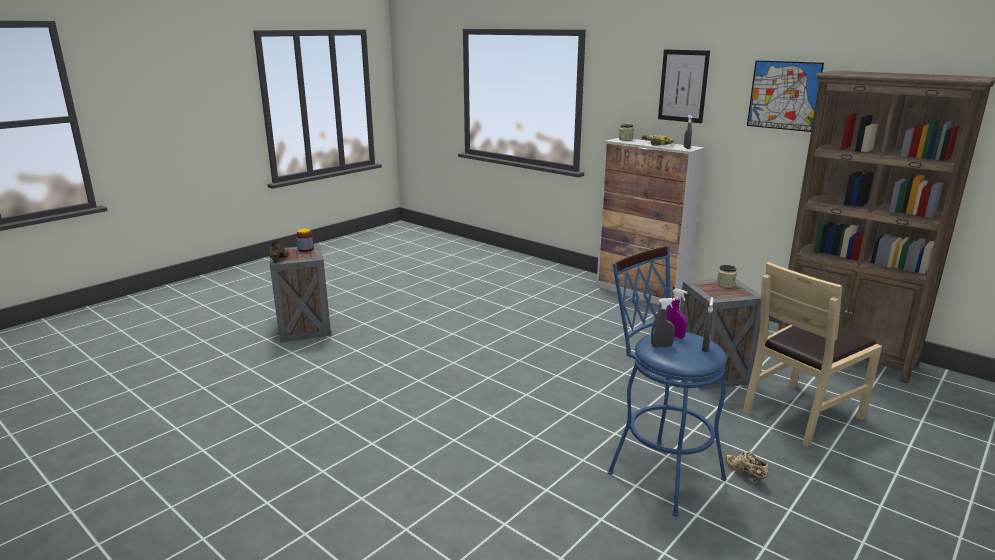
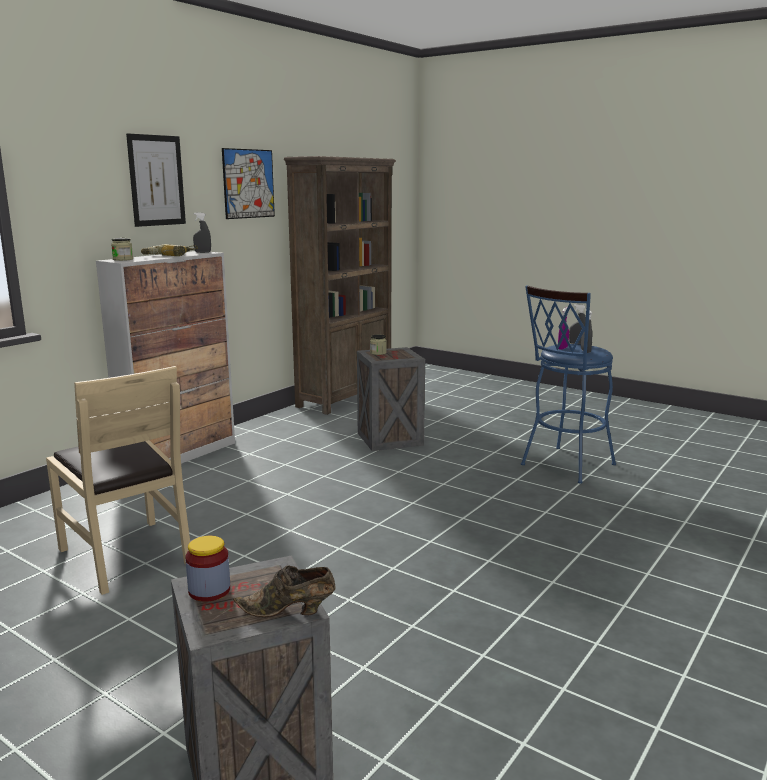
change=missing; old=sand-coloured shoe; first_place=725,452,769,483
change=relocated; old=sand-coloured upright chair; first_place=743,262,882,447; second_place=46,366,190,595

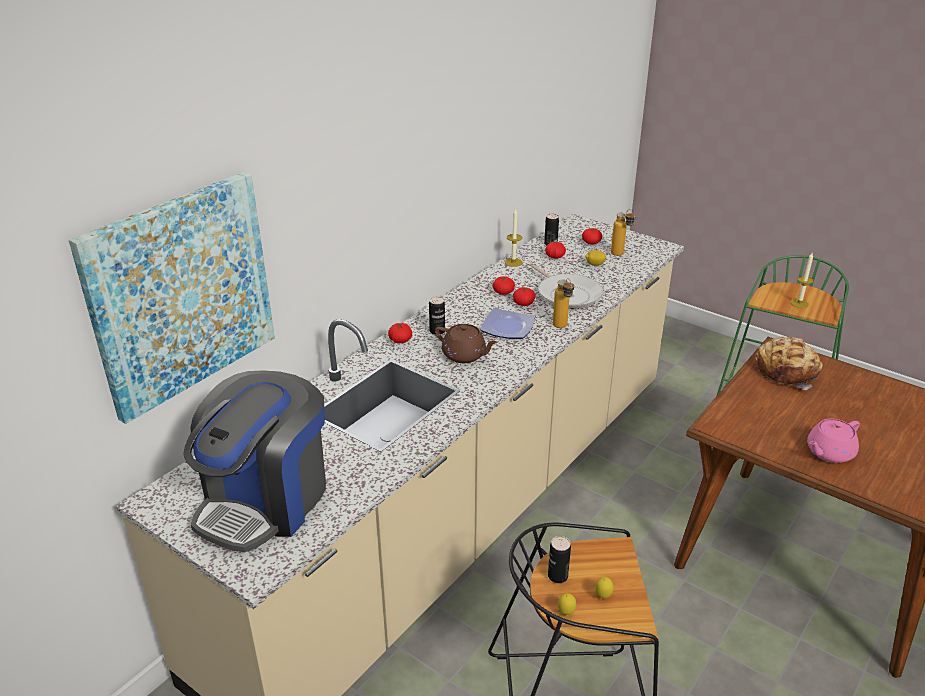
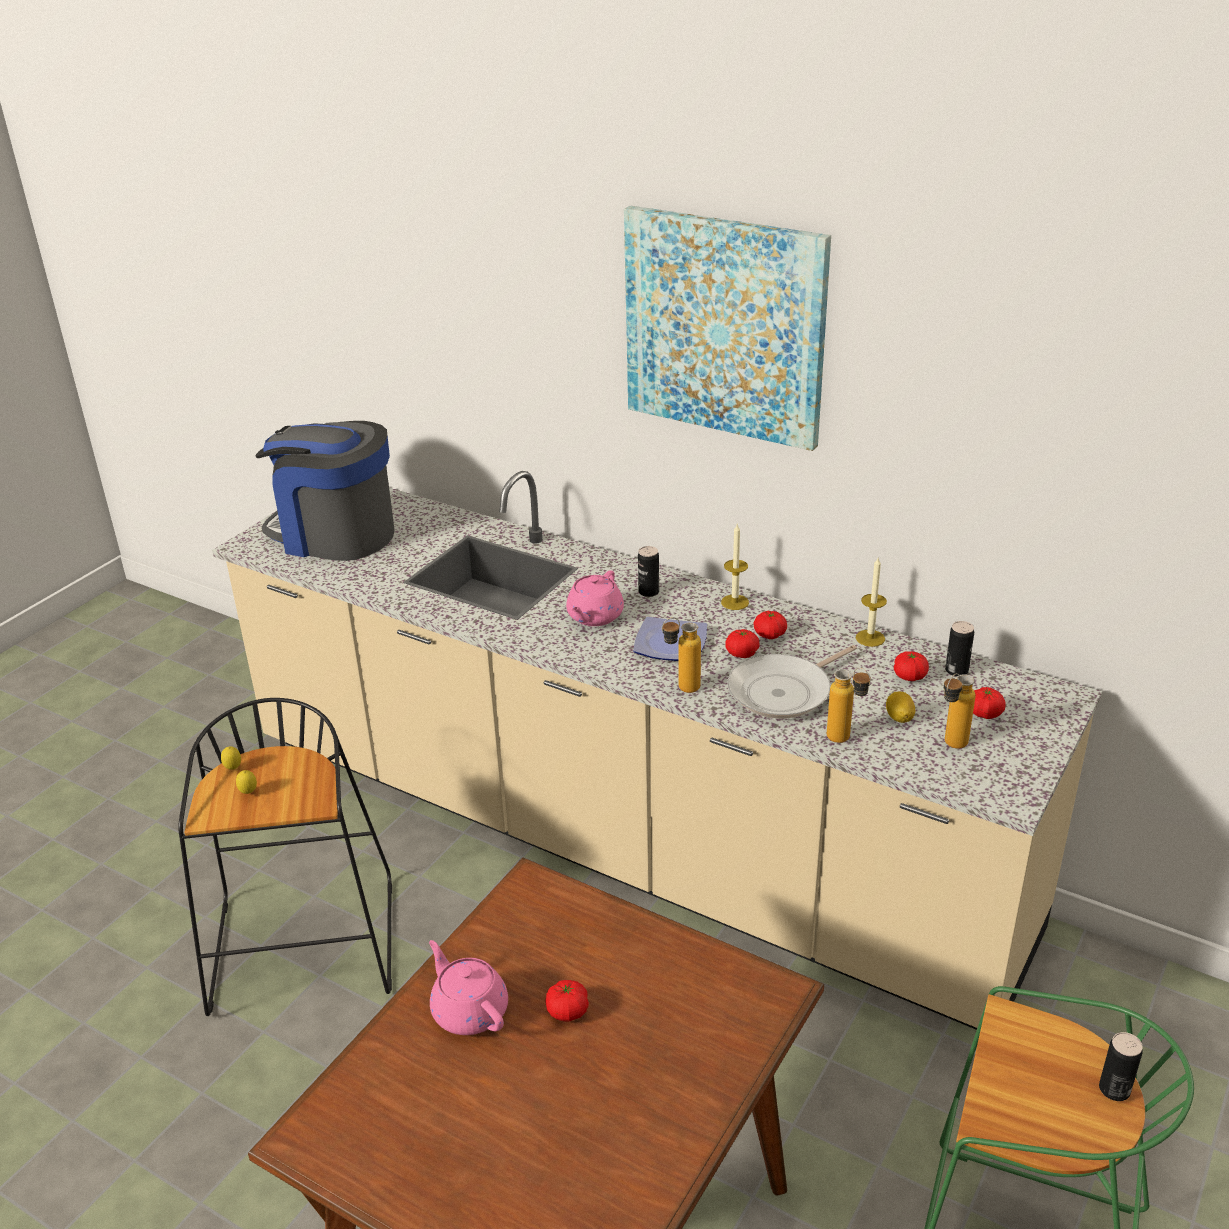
change=relocated; old=wall art; first_place=69,172,275,424; second_place=624,205,831,451
change=relocated; old=whole tomato; first_place=388,323,412,343; second_place=545,980,589,1021
change=colour; old=brown teapot; new=pinkish teapot; first_place=435,324,498,363; second_place=566,570,624,626
change=relocated; old=sealed can; first_place=548,536,571,583; second_place=1099,1032,1143,1101
change=missing; old=baked bread; first_place=755,337,823,390
change=relocated; old=candle; first_place=790,253,813,308; second_place=721,524,749,610
change=appeared; new=drink bottle; second_place=827,668,871,743

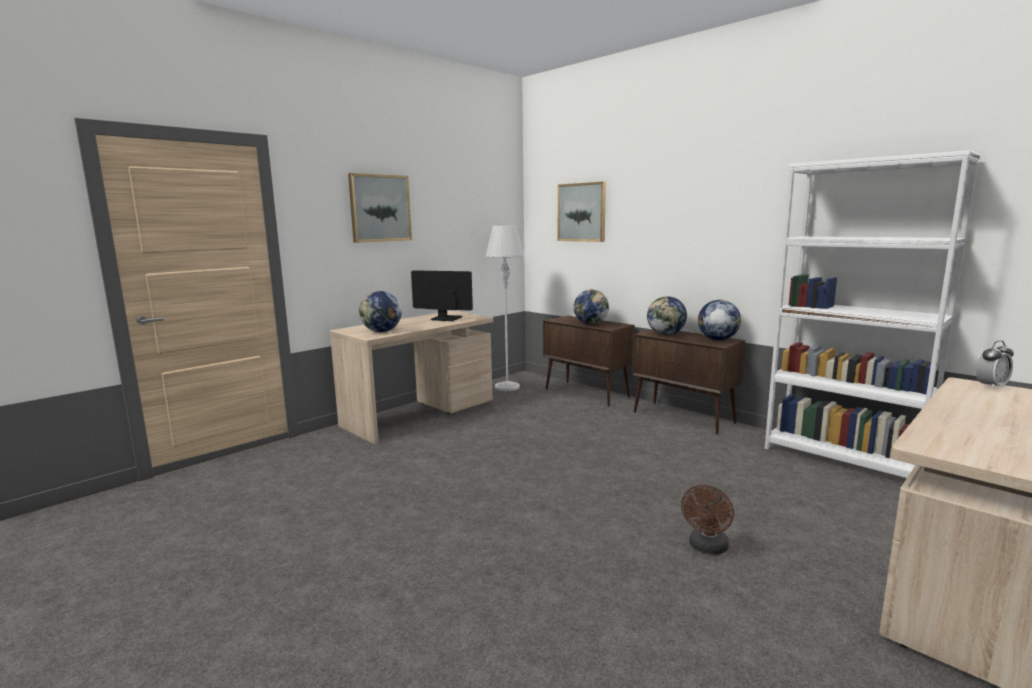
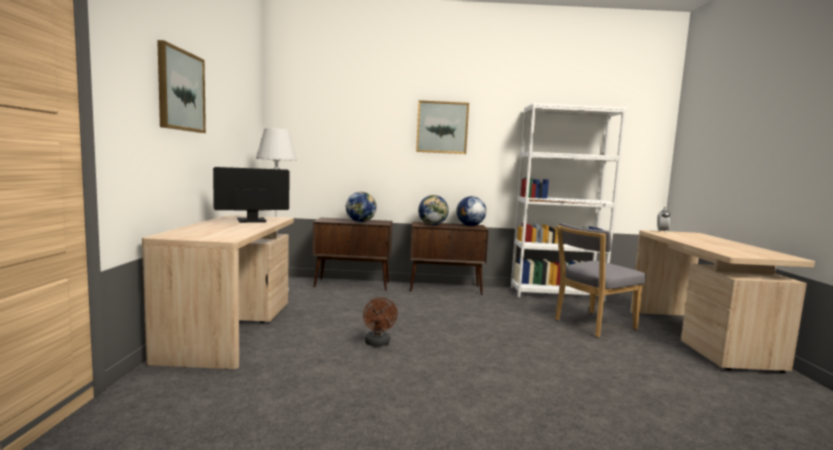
change=missing; old=world globe; first_place=359,291,402,332
change=relocated; old=wall art; first_place=558,182,606,242; second_place=416,100,469,154
change=relocated; old=brown cooling fan; first_place=681,484,734,555; second_place=363,297,398,346
change=appeared; new=greyish upright chair; second_place=555,223,646,338

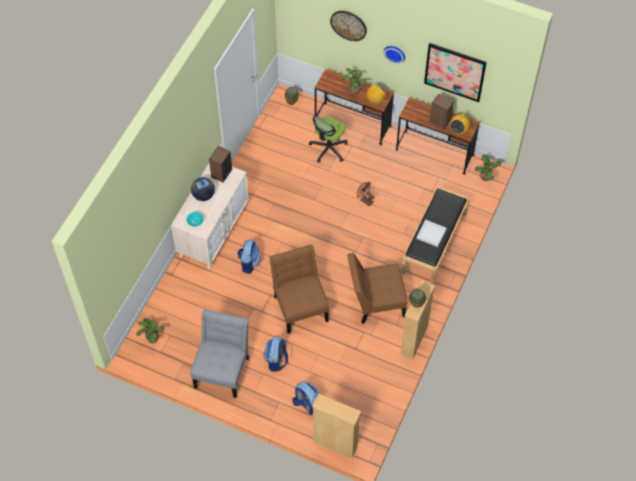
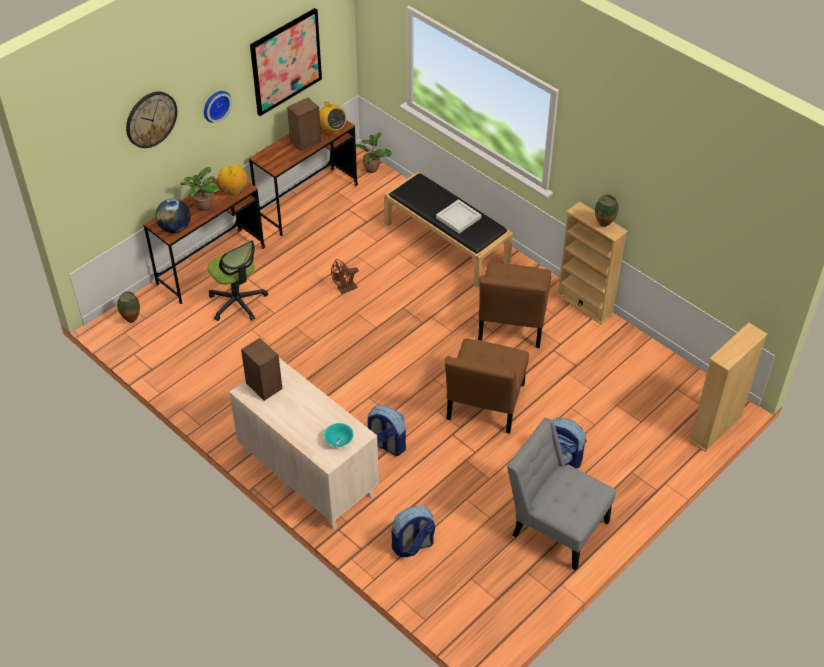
change=missing; old=plant in a pot; first_place=136,318,165,343
change=relocated; old=world globe; first_place=191,177,215,201; second_place=155,198,191,233
change=spun; old=brown upright chair; first_place=269,244,329,334; second_place=445,339,529,434; degrees=-75
change=relocated; old=knapsack; first_place=292,381,319,415; second_place=392,506,435,557

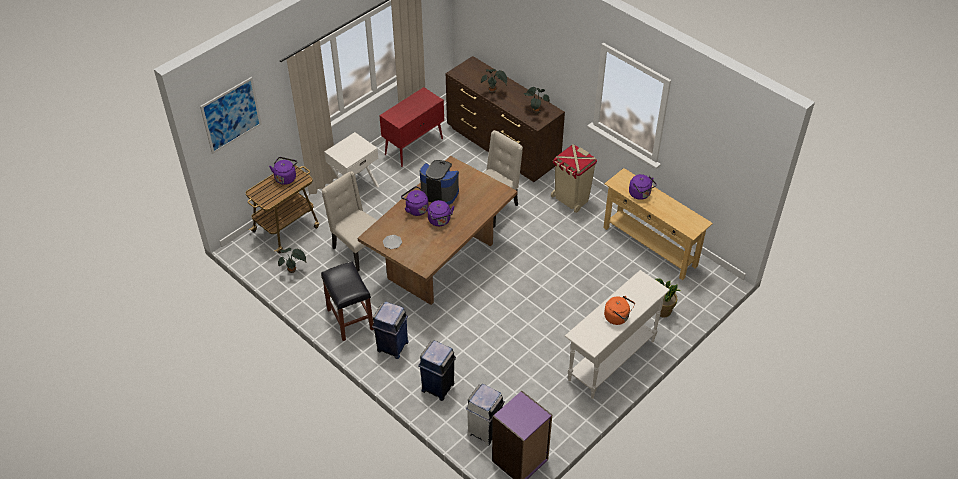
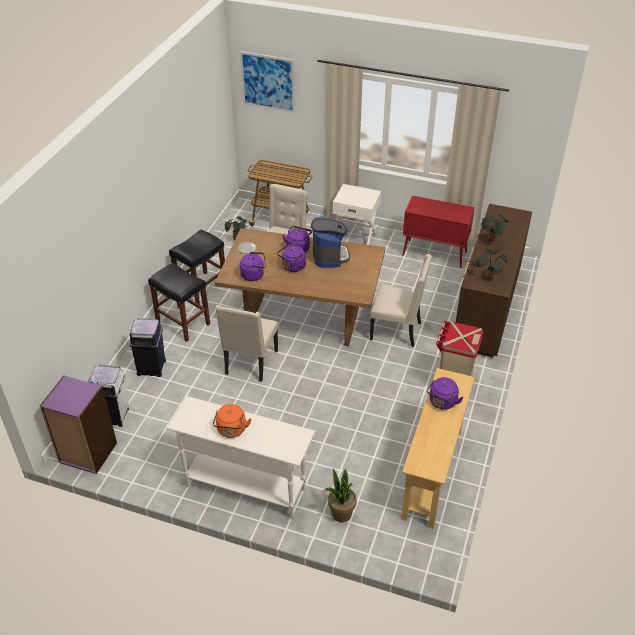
change=relocated; old=purple tea kettle; first_place=269,157,298,185; second_place=240,252,266,281
change=exchanged; old=bluish waste bin; new=blackish sitting stool; first_place=372,301,409,359; second_place=148,263,210,342
change=appeared; new=sand-coloured upright chair; second_place=215,304,278,382

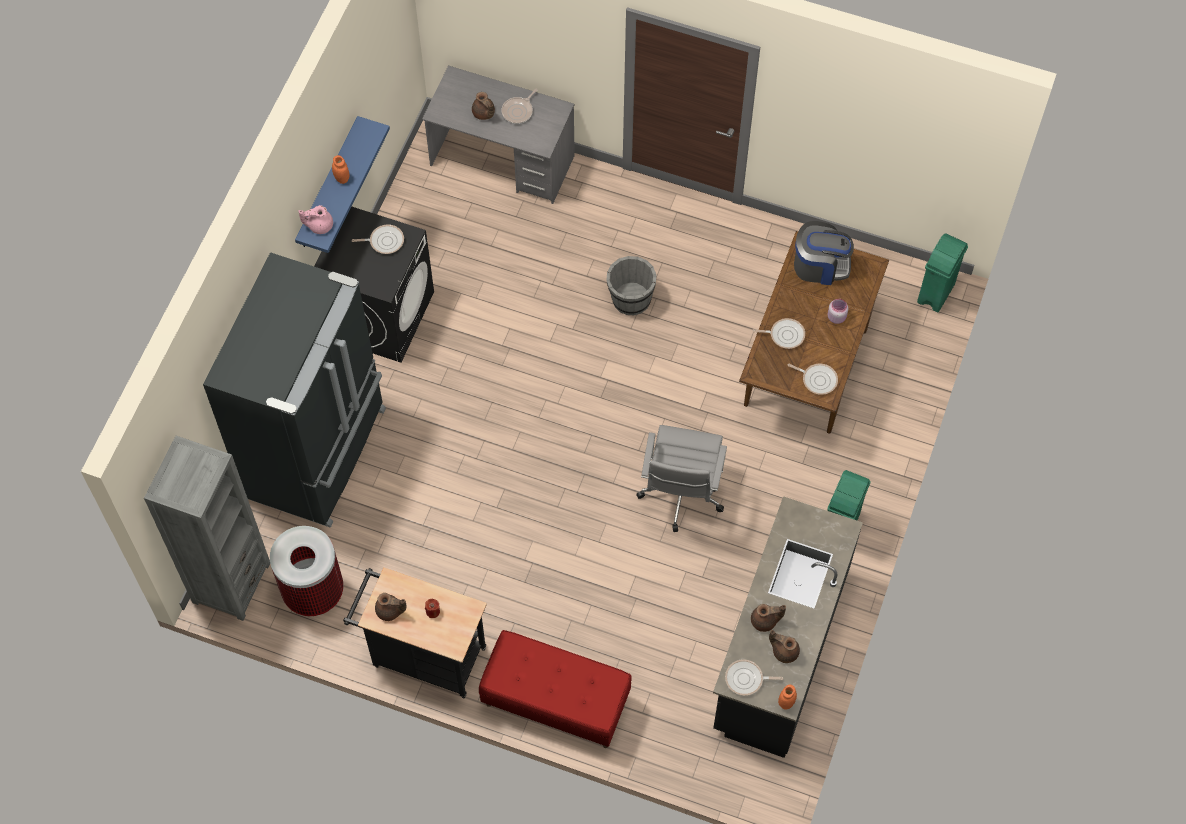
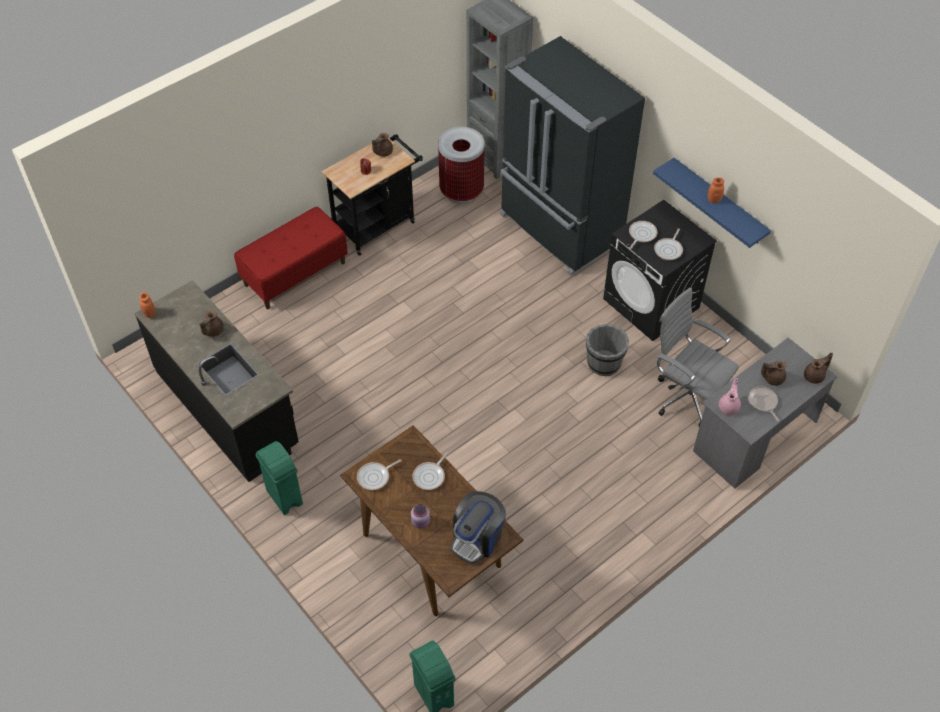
change=relocated; old=pinkish teapot; first_place=299,205,333,234; second_place=719,378,741,415
change=relocated; old=greyish pail; first_place=606,256,656,315; second_place=586,324,629,376
change=relocated; old=greyish computer chair; first_place=636,425,727,532; second_place=657,287,739,427
change=relocated; old=frying pan; first_place=725,659,783,696; second_place=629,221,657,249
change=relocated; old=brown teapot; first_place=769,630,800,663; second_place=804,353,833,384

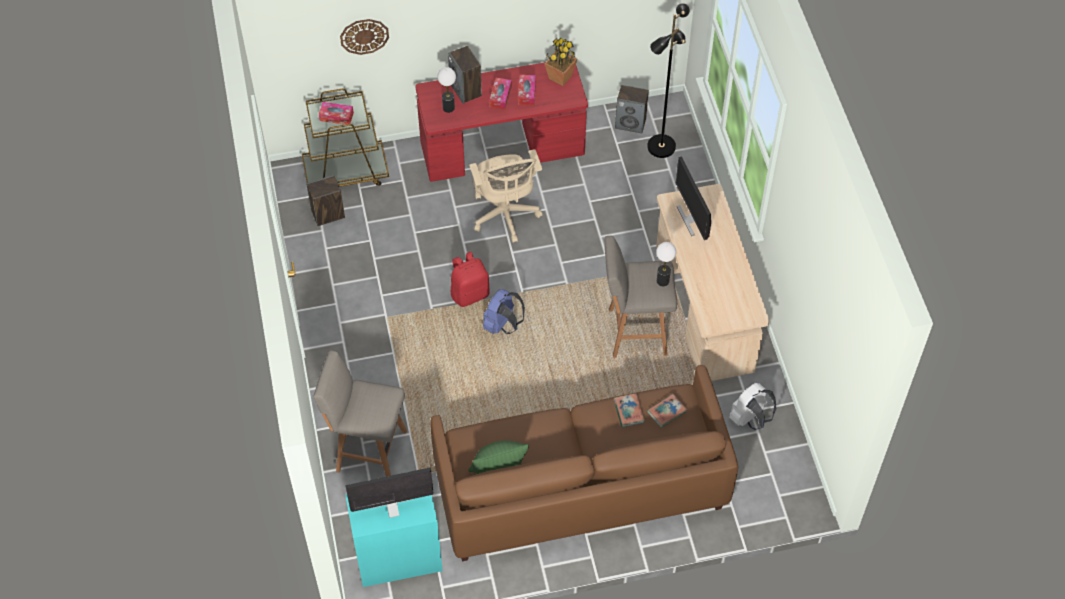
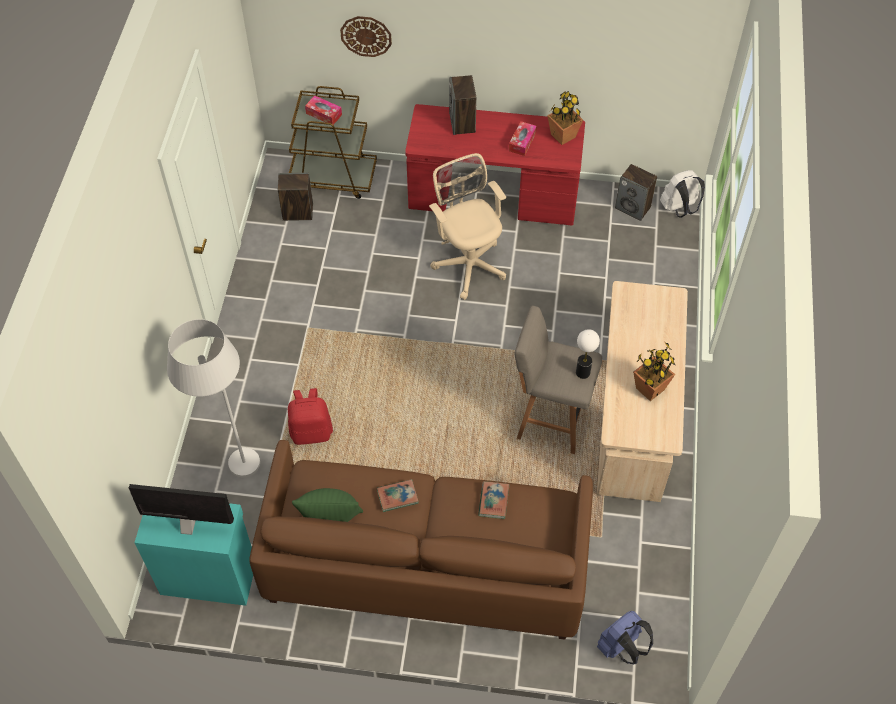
change=exchanged; old=greyish sitting stool; new=whitish floor lamp; first_place=313,350,407,477; second_place=167,319,260,477
change=missing; old=table lamp; first_place=438,67,456,113
change=relocated; old=reddish knapsack; first_place=450,251,490,307; second_place=288,388,333,445
change=spun; old=sand-coloured computer chair; first_place=469,149,543,243; second_place=429,153,506,300; degrees=150
change=relocated; old=bluish knapsack; first_place=483,289,525,334; second_place=597,611,653,664
change=missing; old=tissue box; first_place=489,78,512,110
change=missing; old=blackish floor lamp; first_place=647,3,690,158
change=relocated; old=book; first_place=647,394,687,428; second_place=377,479,419,512
change=missing; old=monitor; first_place=676,157,711,240
change=relocated; old=whitish knapsack; first_place=729,383,776,430; second_place=660,170,705,218
change=appeared; new=plant in a pot; second_place=633,343,675,401

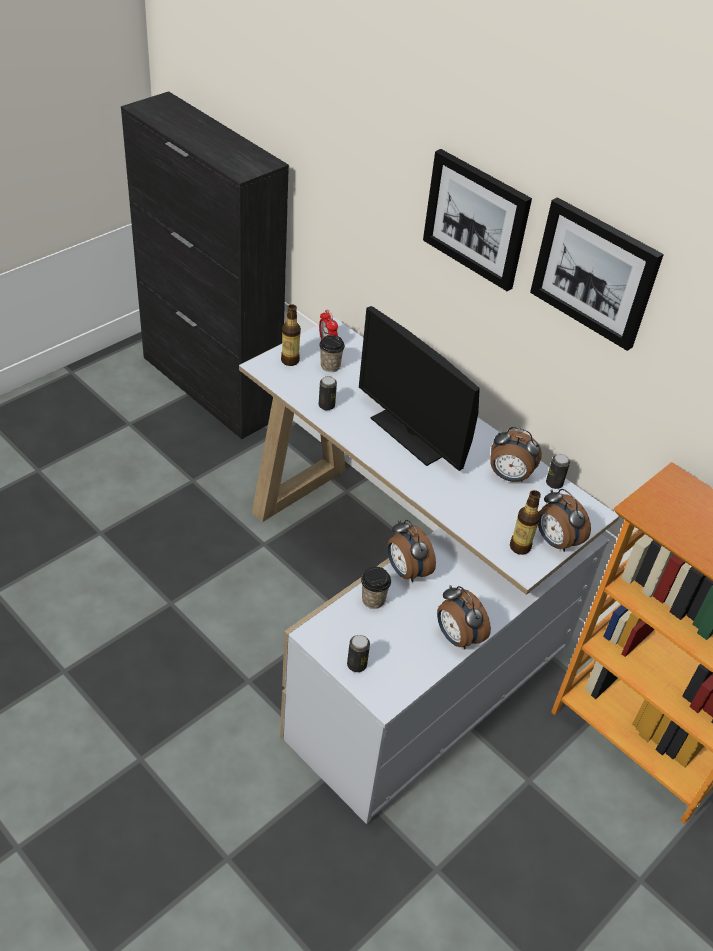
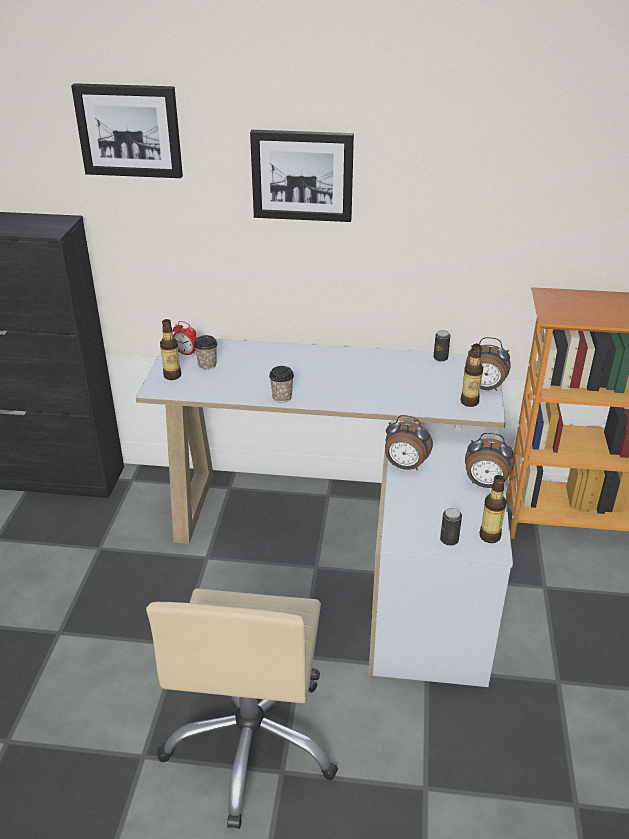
change=missing; old=sealed can; first_place=319,376,337,410
change=missing; old=monitor; first_place=359,306,480,471
change=relocated; old=drinking cup; first_place=361,567,391,609; second_place=269,366,294,403
change=missing; old=table clock; first_place=490,427,542,482
change=relocated; old=wall art; first_place=530,197,664,351; second_place=71,83,183,178
change=appeared; new=sand-coloured computer chair; second_place=146,588,338,829
change=appeared; new=drink bottle; second_place=480,475,507,543

